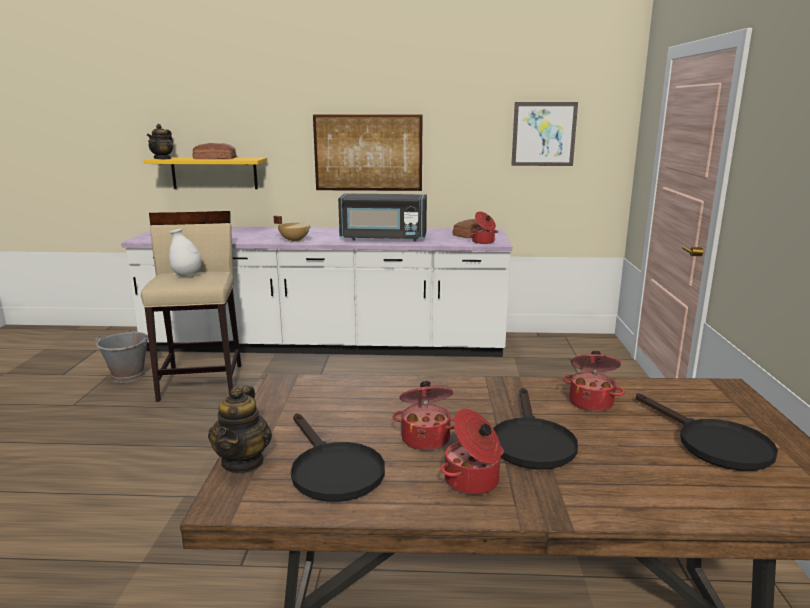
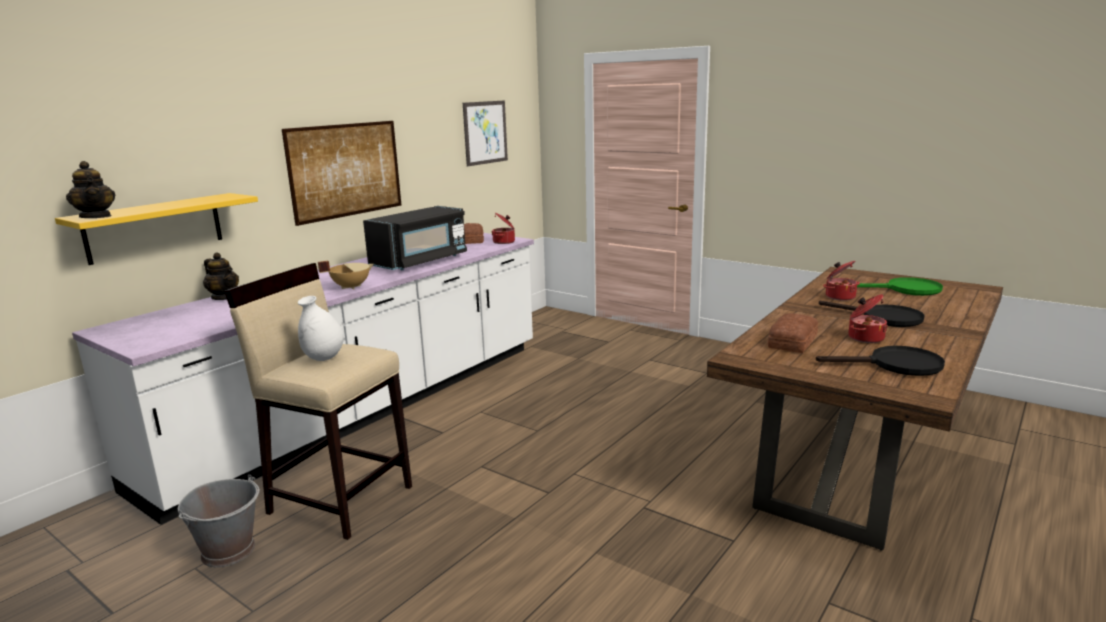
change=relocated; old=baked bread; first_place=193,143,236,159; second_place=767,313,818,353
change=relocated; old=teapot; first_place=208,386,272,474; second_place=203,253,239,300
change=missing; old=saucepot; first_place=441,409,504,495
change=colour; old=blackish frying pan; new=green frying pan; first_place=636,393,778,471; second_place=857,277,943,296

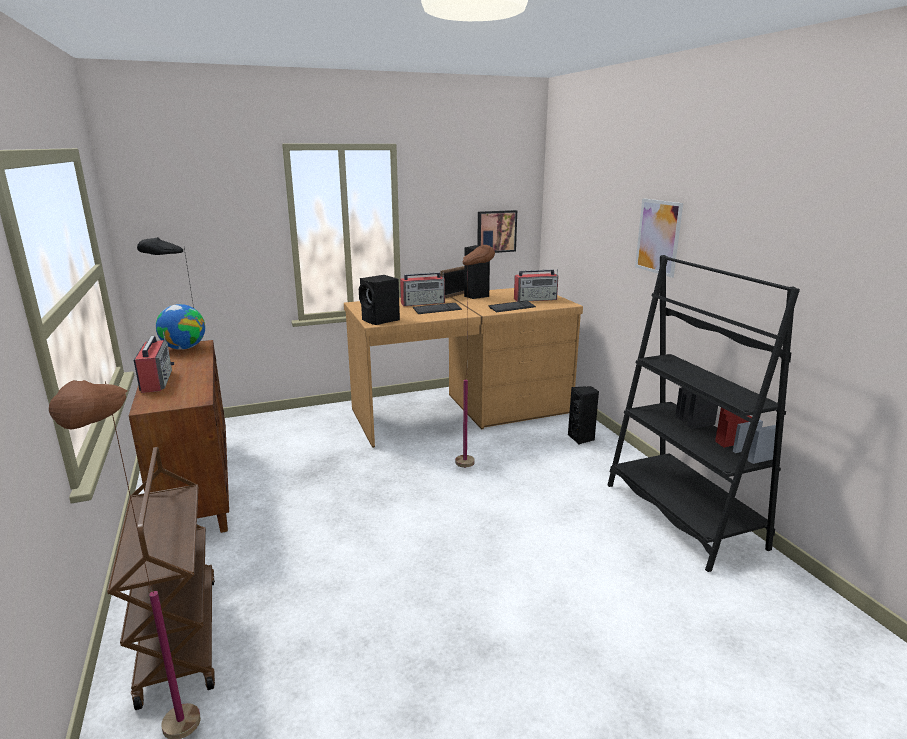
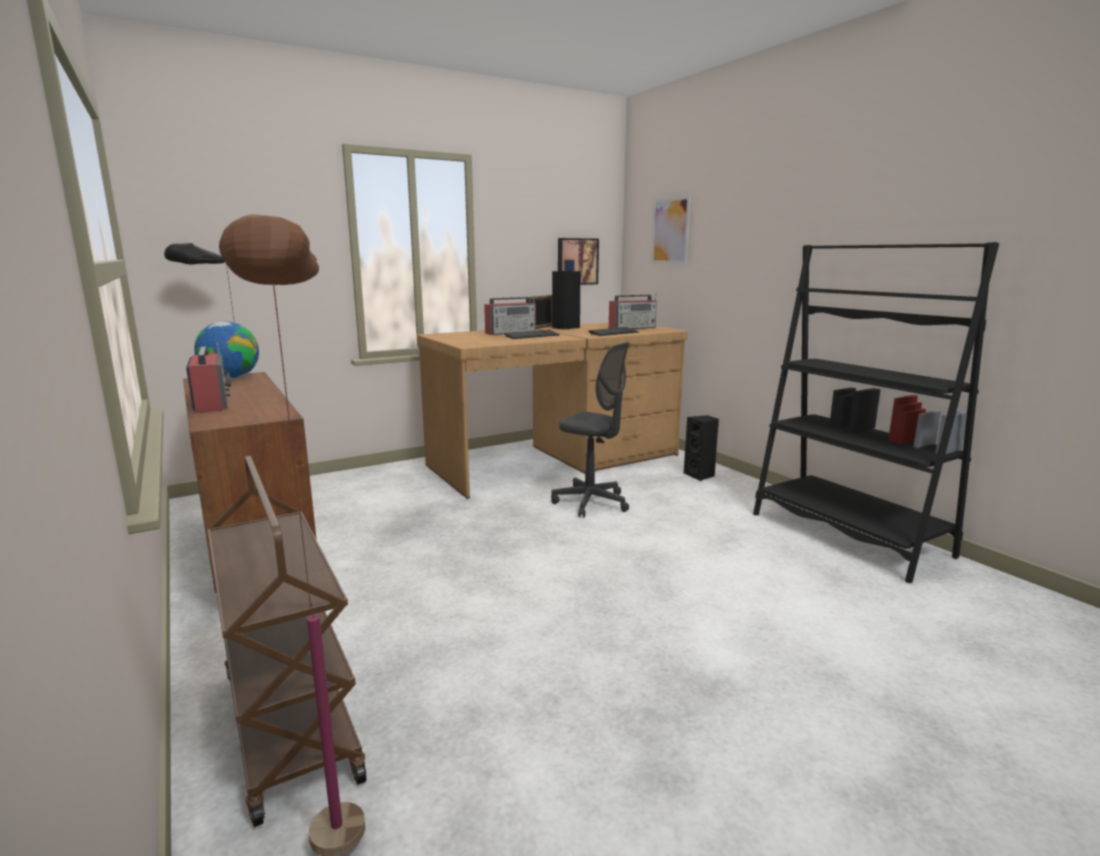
change=missing; old=blackish audio speaker; first_place=359,275,400,325
change=exchanged; old=brown floor lamp; new=greyish computer chair; first_place=455,245,495,468; second_place=551,342,629,518
change=relocated; old=wall art; first_place=635,198,683,278; second_place=651,196,691,264

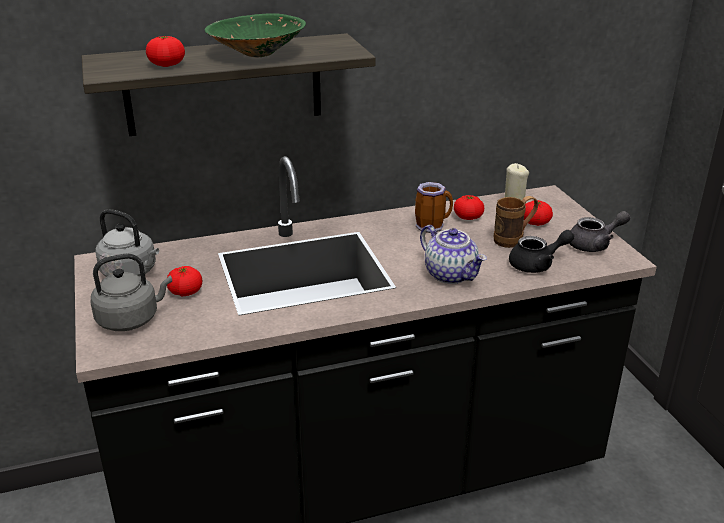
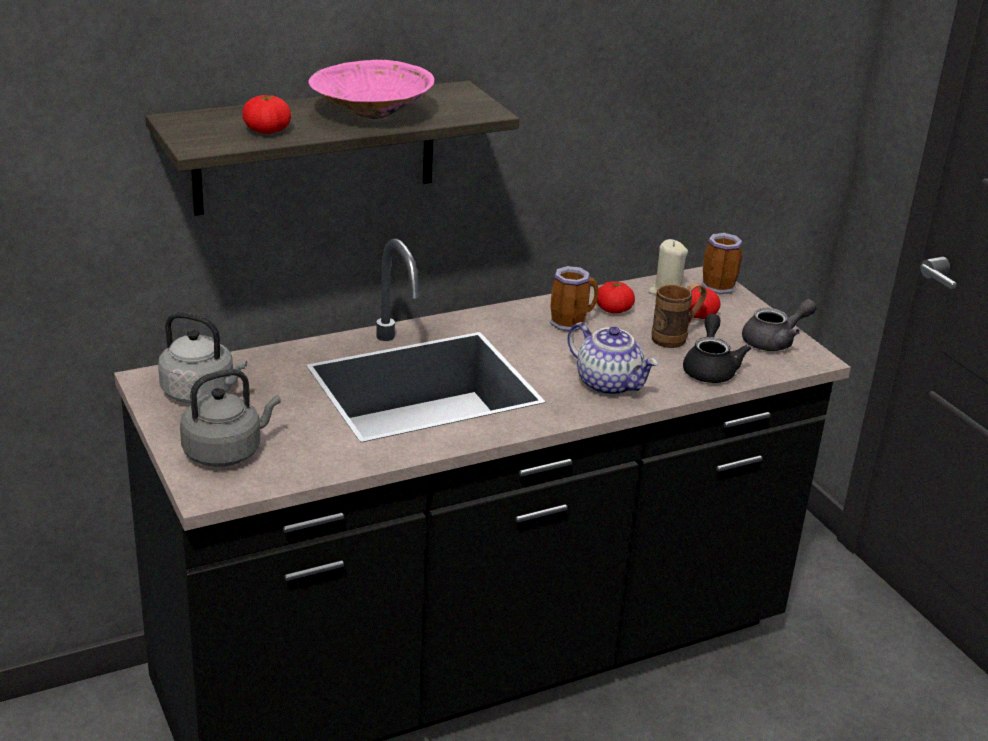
change=missing; old=whole tomato; first_place=167,266,202,296
change=colour; old=green serving bowl; new=pinkish serving bowl; first_place=205,13,306,57; second_place=308,60,434,119
change=spun; old=blackish teapot; first_place=509,230,574,273; second_place=683,314,751,383; degrees=-60
change=appeared; new=mug; second_place=701,233,743,294

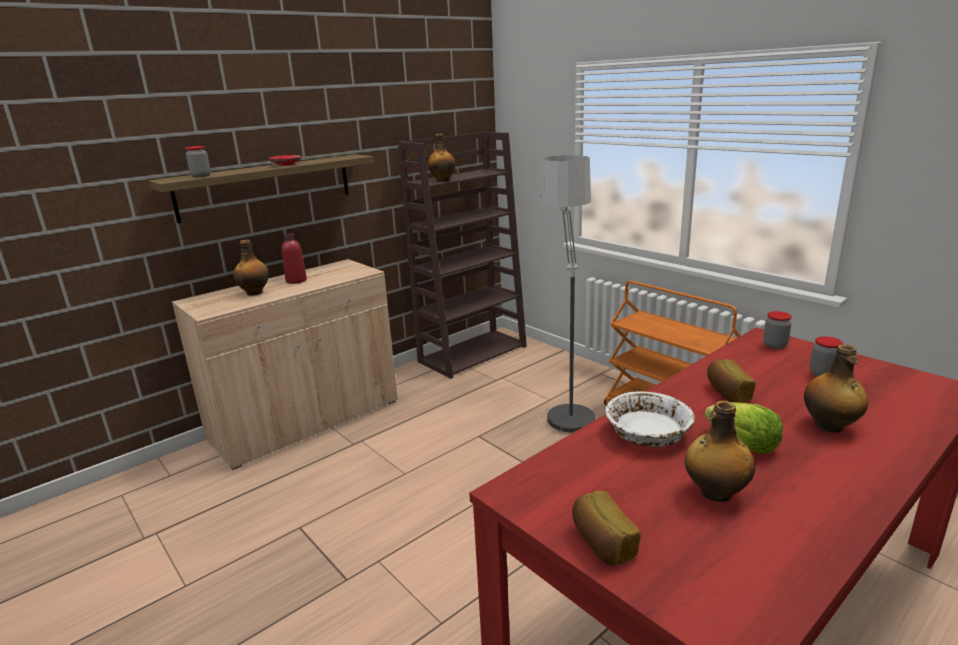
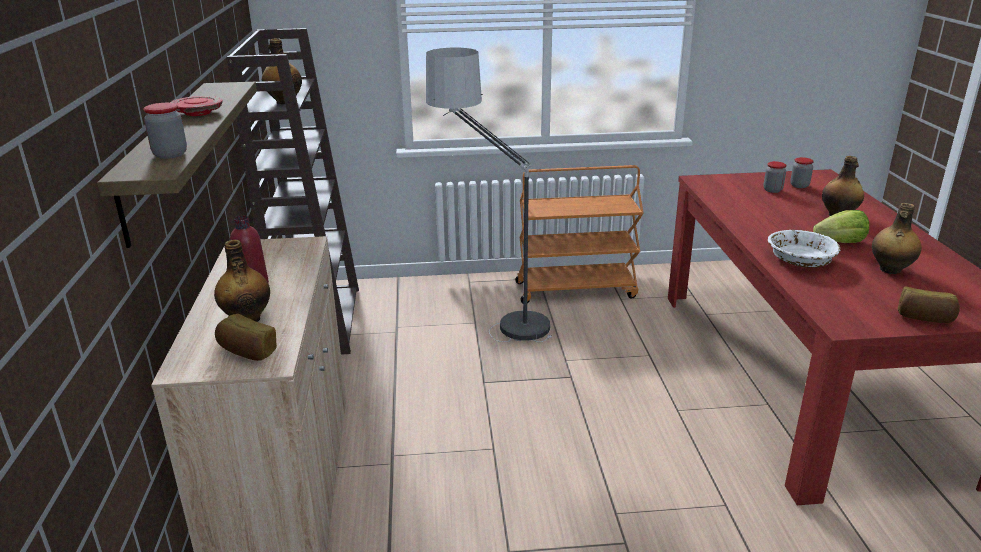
change=relocated; old=baked bread; first_place=707,359,756,403; second_place=215,314,277,361
change=relocated; old=storage jar; first_place=763,311,792,349; second_place=790,157,814,188

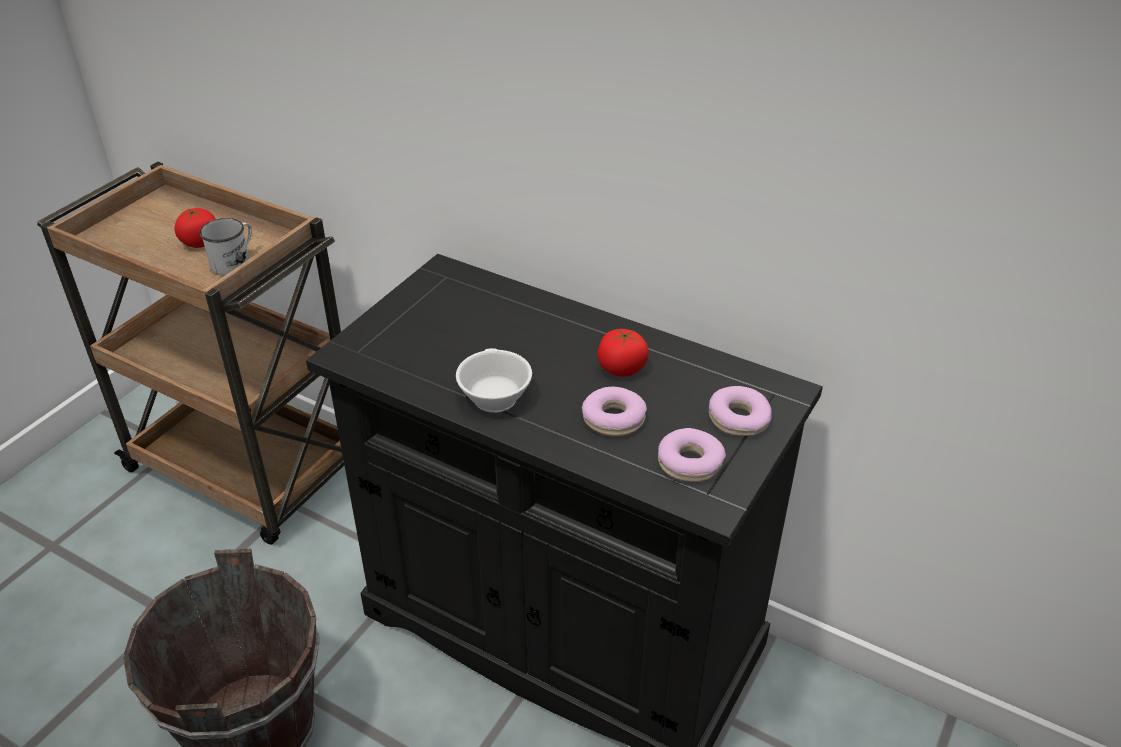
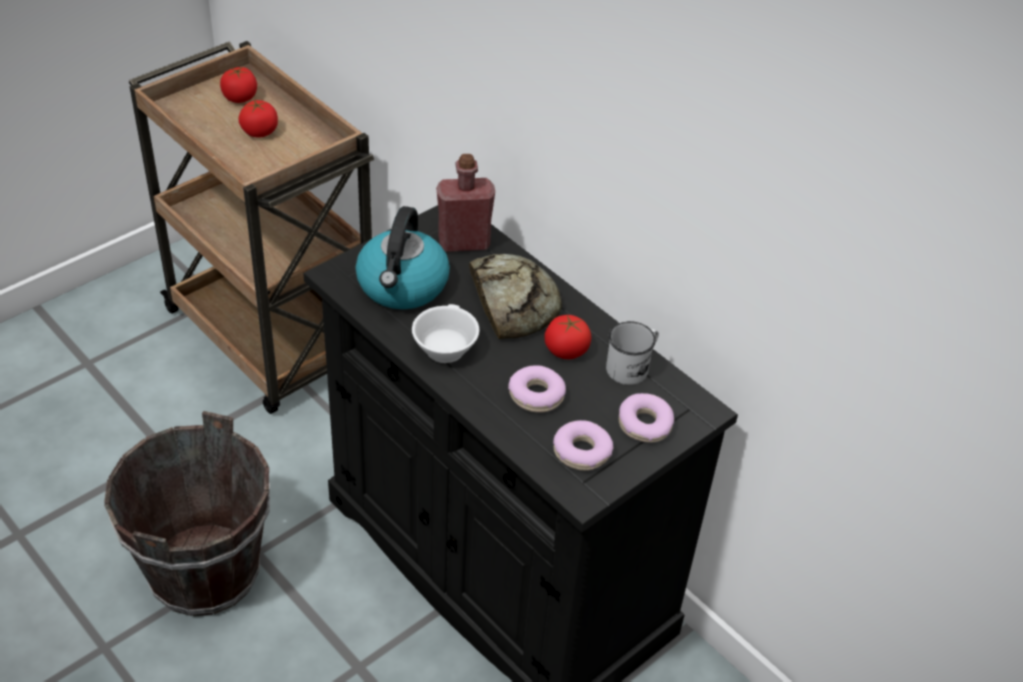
change=relocated; old=whitish mug; first_place=199,218,252,276; second_place=606,321,659,385
change=appeared; new=whole tomato; second_place=220,67,257,103
change=appeared; new=tea kettle; second_place=355,206,450,309
change=appeared; new=reddish drink bottle; second_place=436,154,495,252
change=appeared; new=baked bread; second_place=469,254,562,339

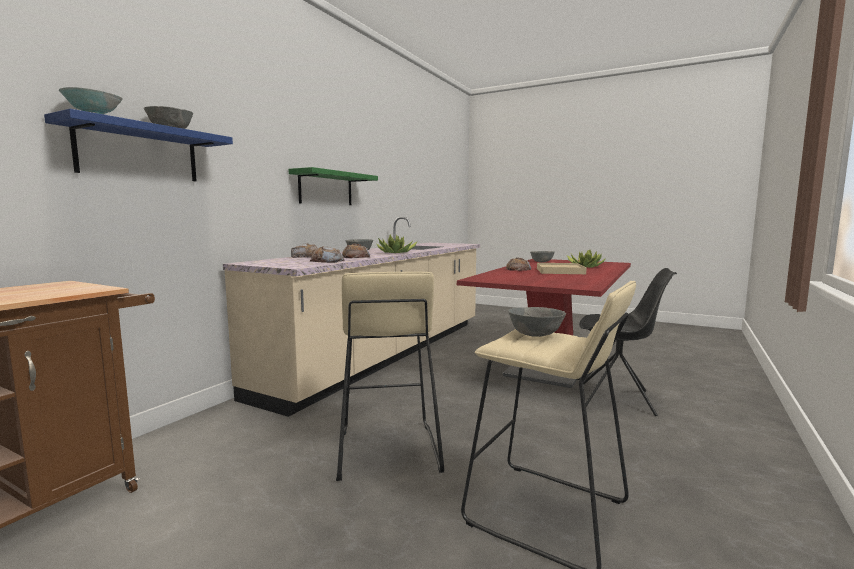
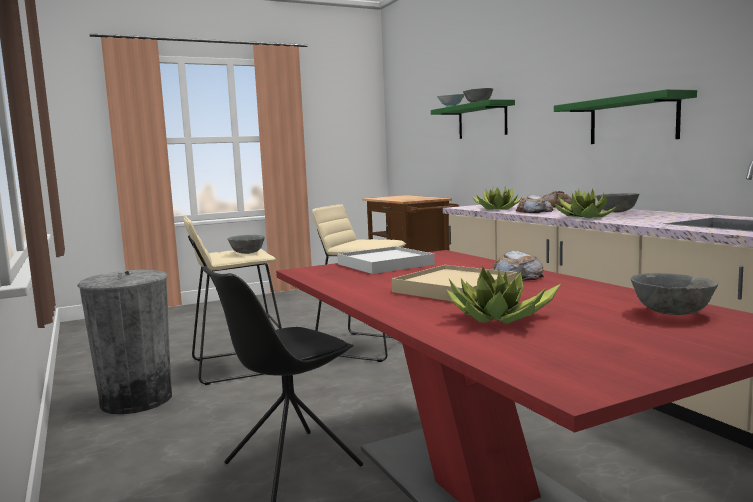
change=colour; old=bluish shelf; new=green shelf; first_place=44,109,233,181; second_place=431,99,515,139
change=exchanged; old=baked bread; new=plant in a pot; first_place=310,246,345,263; second_place=472,186,522,210
change=appeared; new=greyish waste bin; second_place=77,270,172,414
change=appeared; new=whitish serving tray; second_place=337,246,435,274

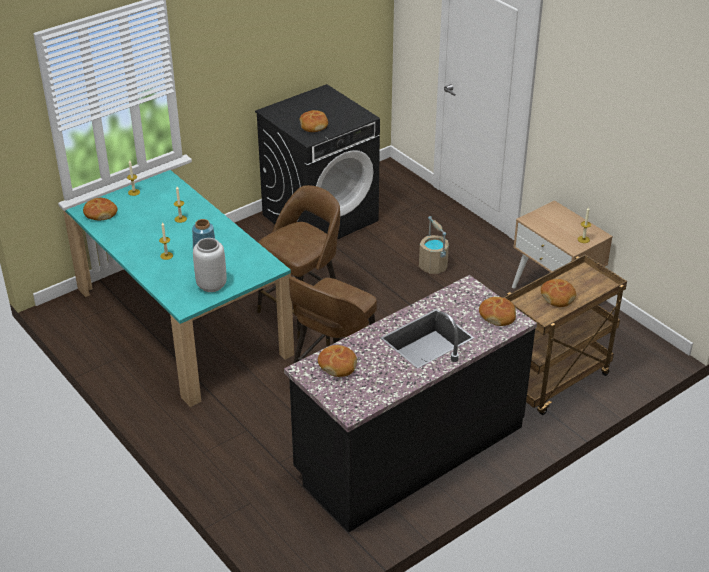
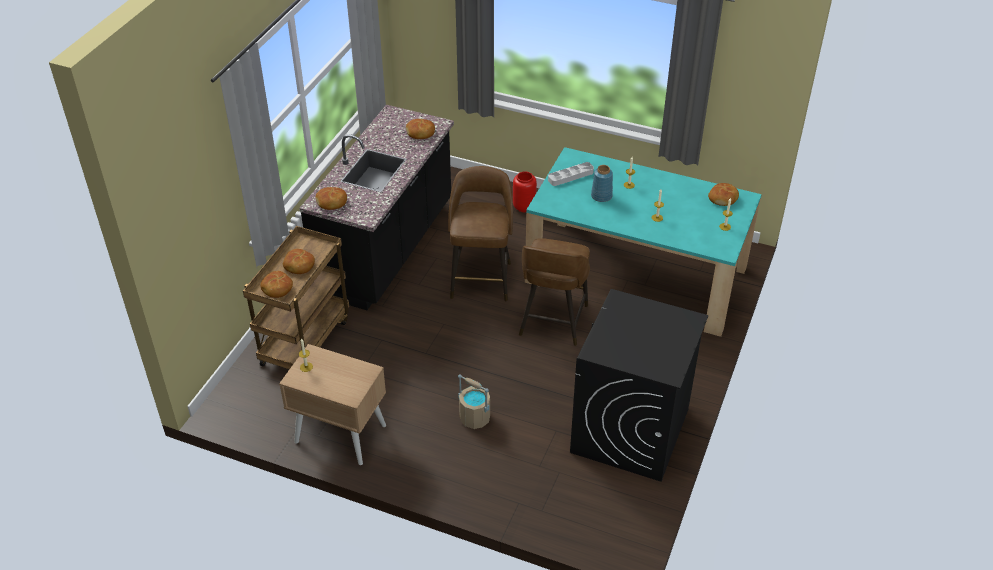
change=exchanged; old=greyish flower vase; new=greyish serving tray; first_place=193,238,227,292; second_place=548,162,594,186
change=relocated; old=baked bread; first_place=300,110,328,132; second_place=260,271,293,298
change=appeared; new=reddish flower vase; second_place=513,171,537,212

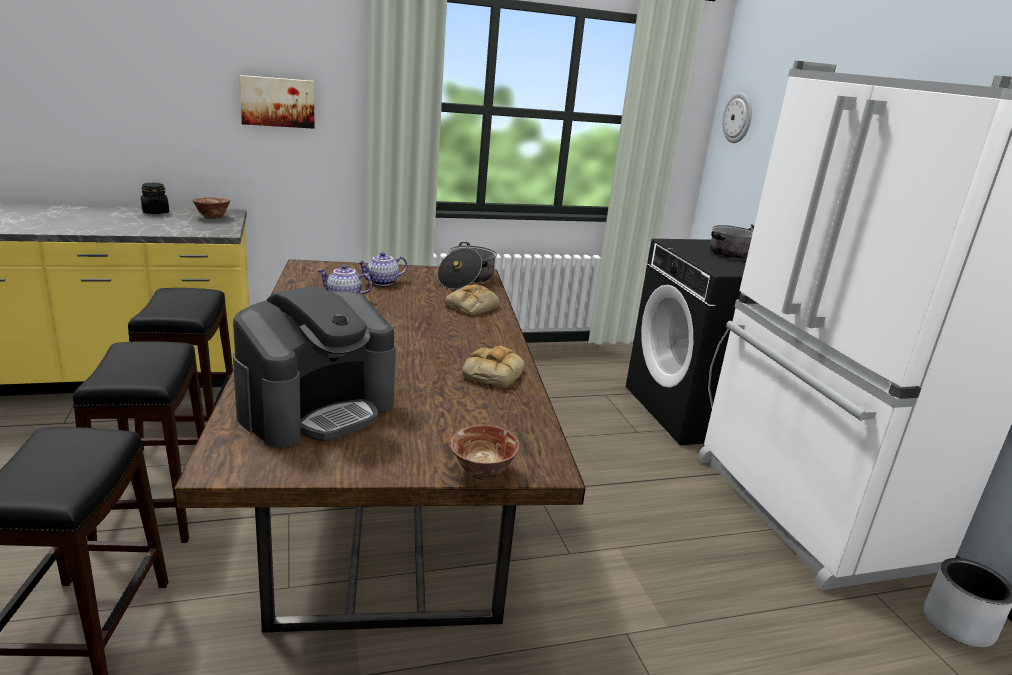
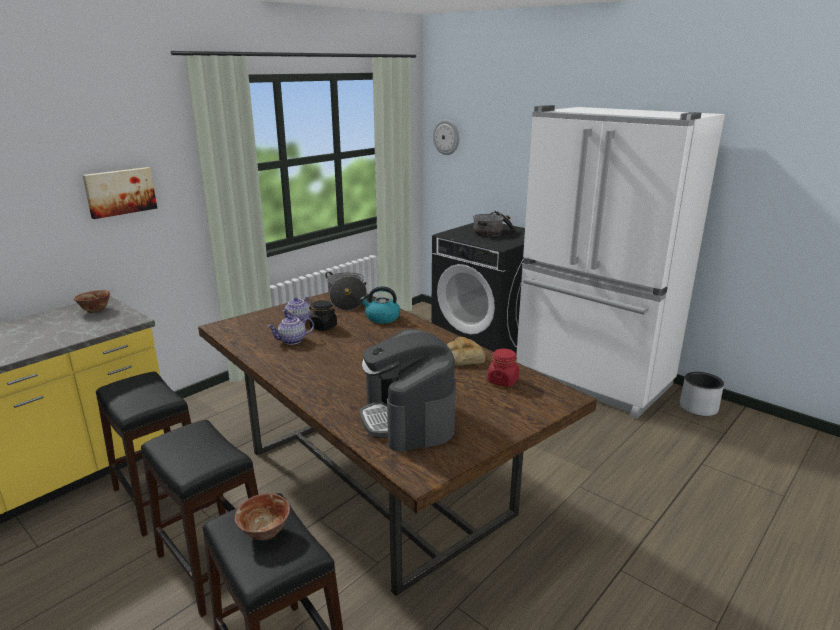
change=relocated; old=blackish storage jar; first_place=141,183,169,214; second_place=309,300,337,331
change=spun; old=coffee brewer; first_place=233,285,396,448; second_place=360,329,456,452; degrees=150
change=exchanged; old=baked bread; new=tea kettle; first_place=445,284,500,315; second_place=360,286,400,324
change=relocated; old=serving bowl; first_place=451,425,519,480; second_place=235,493,290,540
change=appeared; new=reddish storage jar; second_place=487,349,519,387

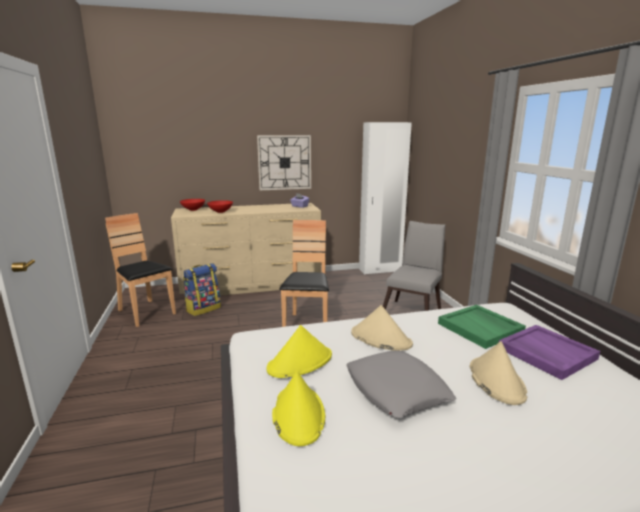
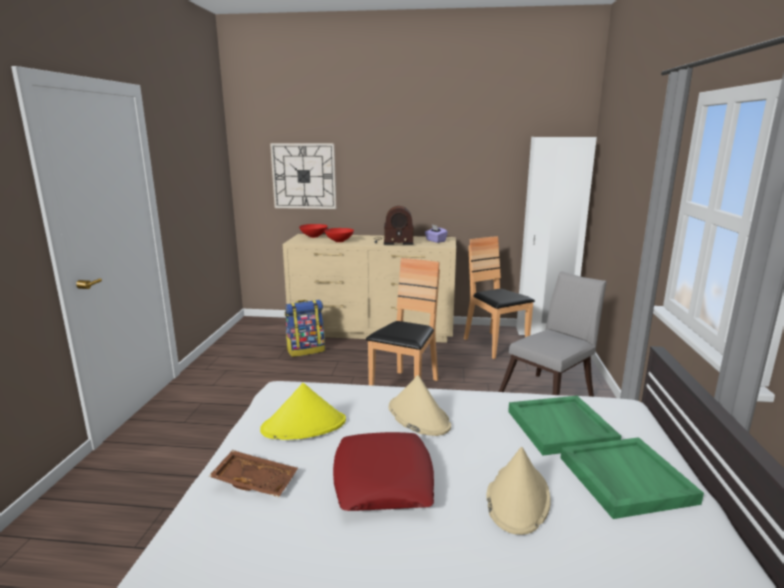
change=relocated; old=brown upright chair; first_place=105,213,176,327; second_place=464,236,535,359
change=relocated; old=wall clock; first_place=257,135,311,190; second_place=270,143,336,209
change=exchanged; old=yellowish hat; new=brown serving tray; first_place=272,371,325,446; second_place=208,450,298,497
change=colour; old=greyish pillow; new=reddish pillow; first_place=346,350,456,418; second_place=333,432,434,511
change=colour; old=purple serving tray; new=green serving tray; first_place=499,325,600,380; second_place=560,437,704,519
change=appeared; new=radio set; second_place=375,206,414,245

